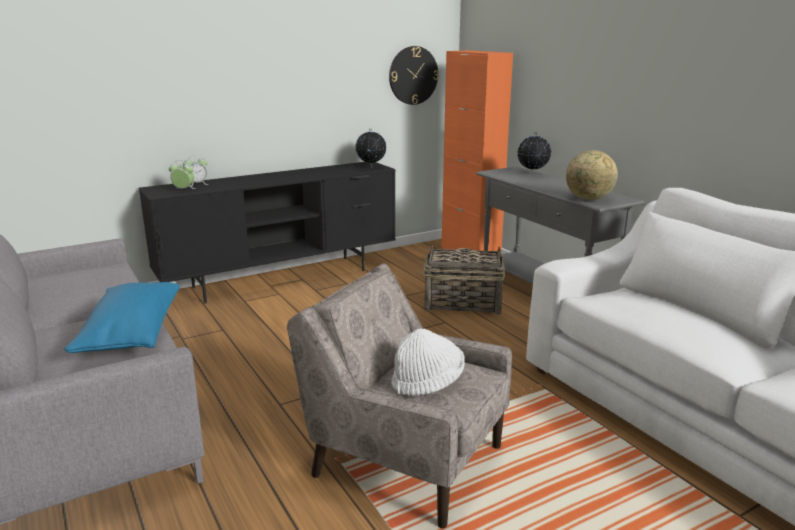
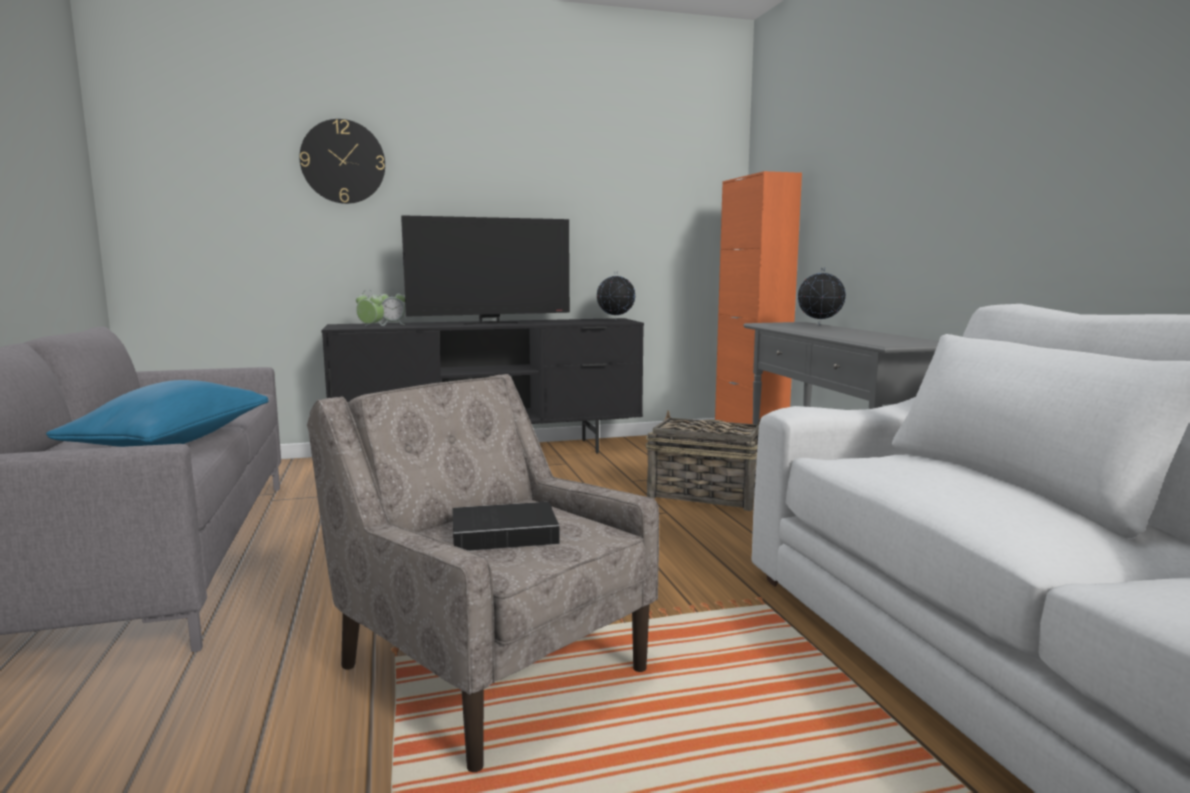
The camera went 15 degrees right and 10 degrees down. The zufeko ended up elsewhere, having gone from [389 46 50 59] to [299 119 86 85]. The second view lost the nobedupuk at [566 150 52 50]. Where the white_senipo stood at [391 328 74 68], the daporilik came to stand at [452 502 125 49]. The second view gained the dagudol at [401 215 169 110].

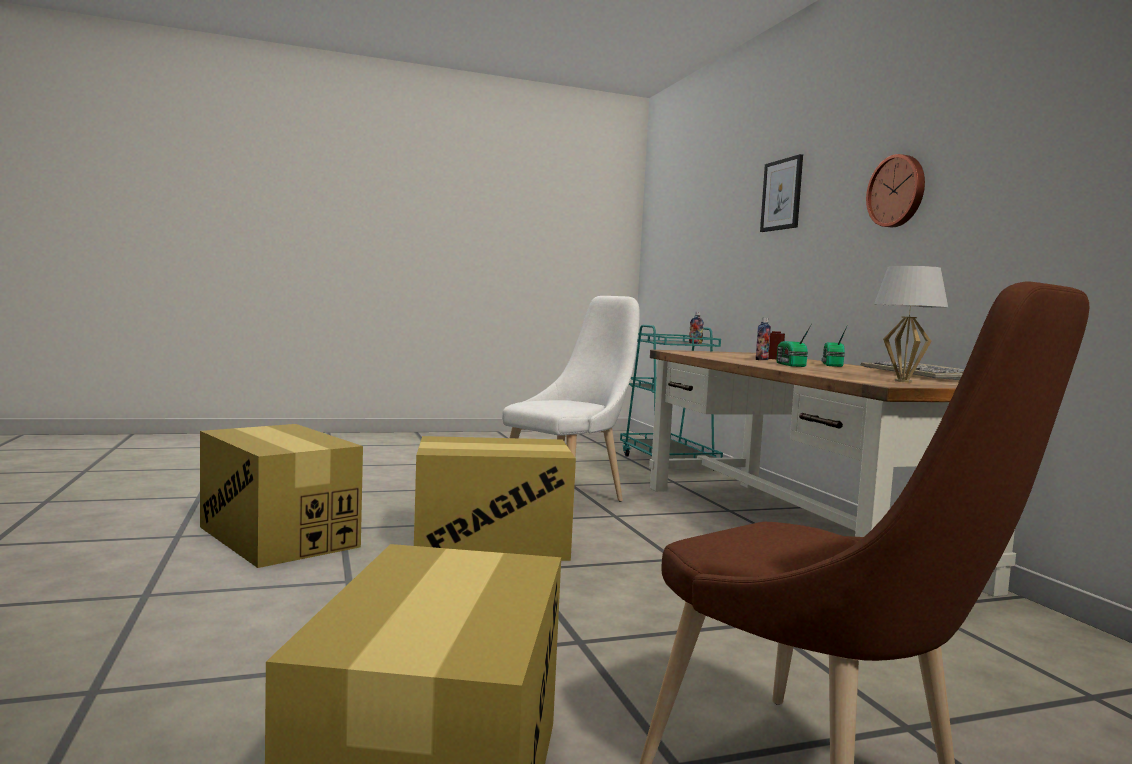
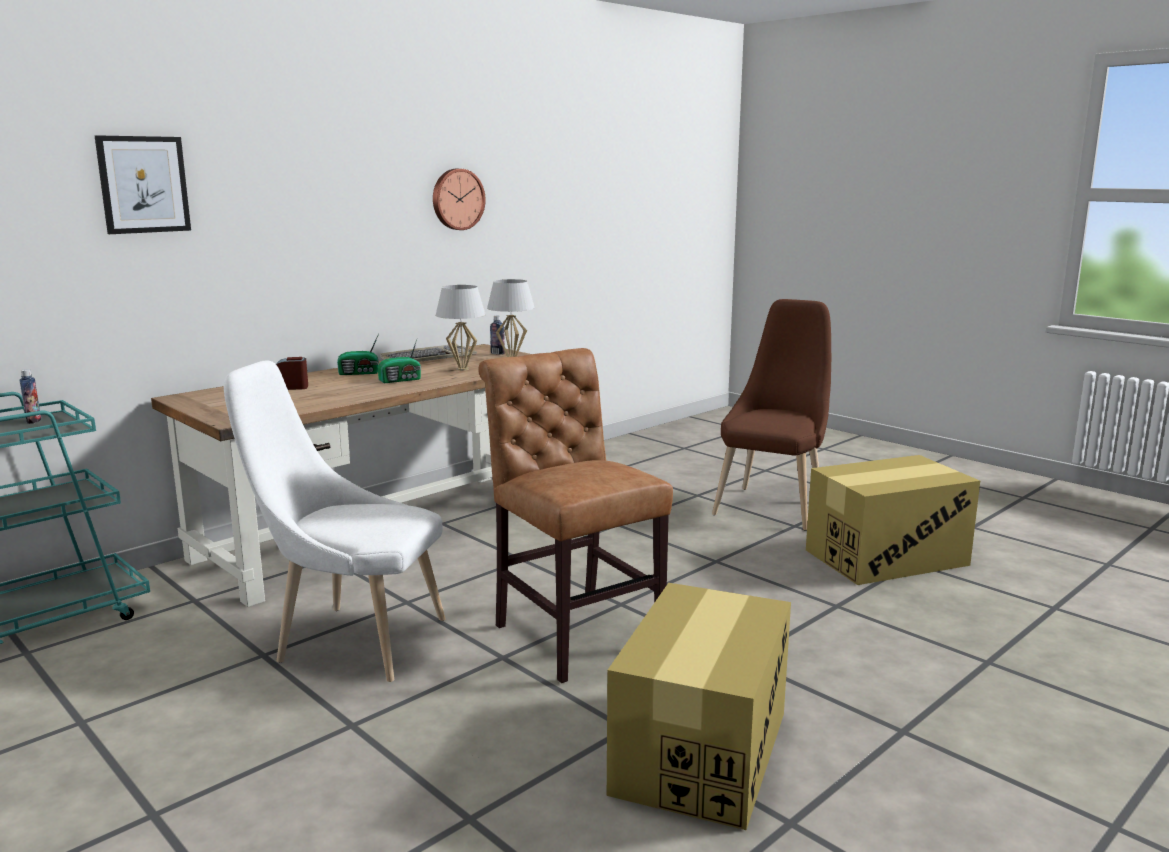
The camera went 115 degrees left and 10 degrees up. The zufeko ended up elsewhere, having gone from [866 154 59 73] to [433 169 53 61]. The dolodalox ended up elsewhere, having gone from [755 318 16 42] to [490 316 15 39]. Where the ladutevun stood at [414 436 162 125], the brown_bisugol came to stand at [478 348 195 335]. The second view gained the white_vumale at [436 285 50 86].

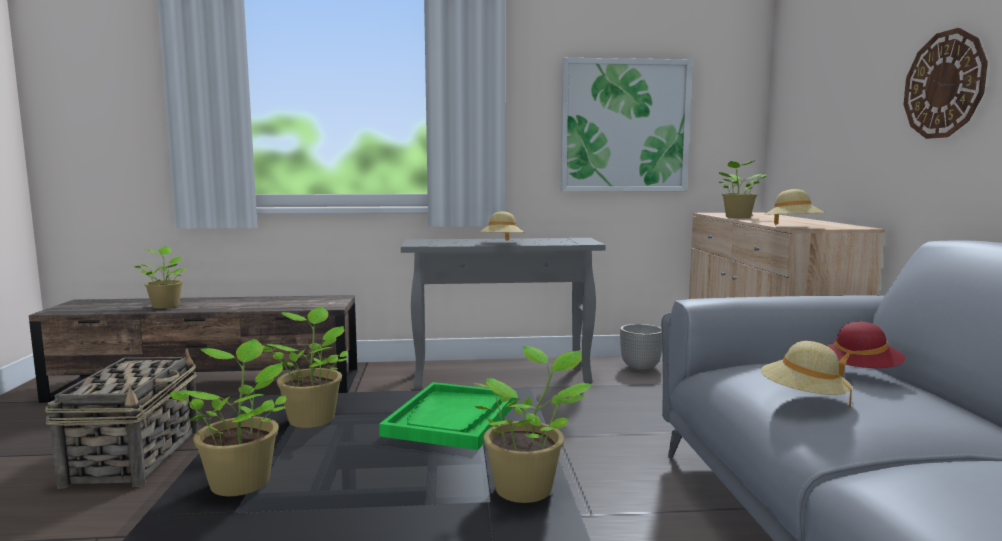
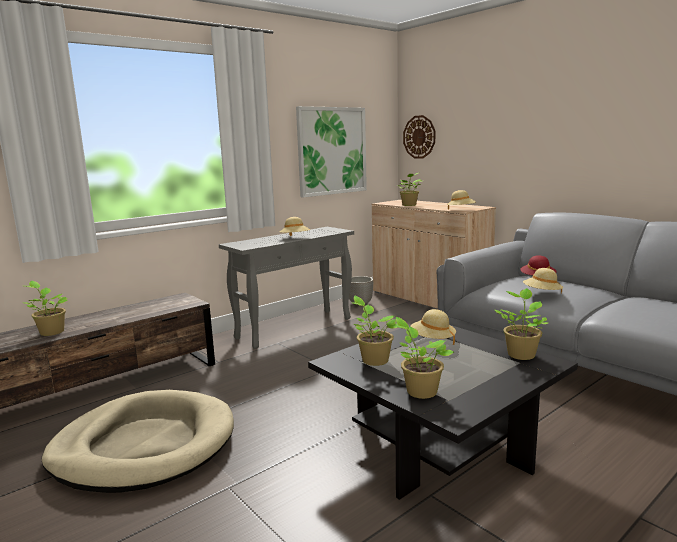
The camera went 35 degrees left and 5 degrees up. The zufeko ended up elsewhere, having gone from [903 28 85 111] to [403 115 32 44]. Where the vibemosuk stood at [45 348 154 141], the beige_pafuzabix came to stand at [41 390 193 103]. Where the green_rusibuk stood at [379 382 138 68], the beige_senipo came to stand at [410 309 46 36].

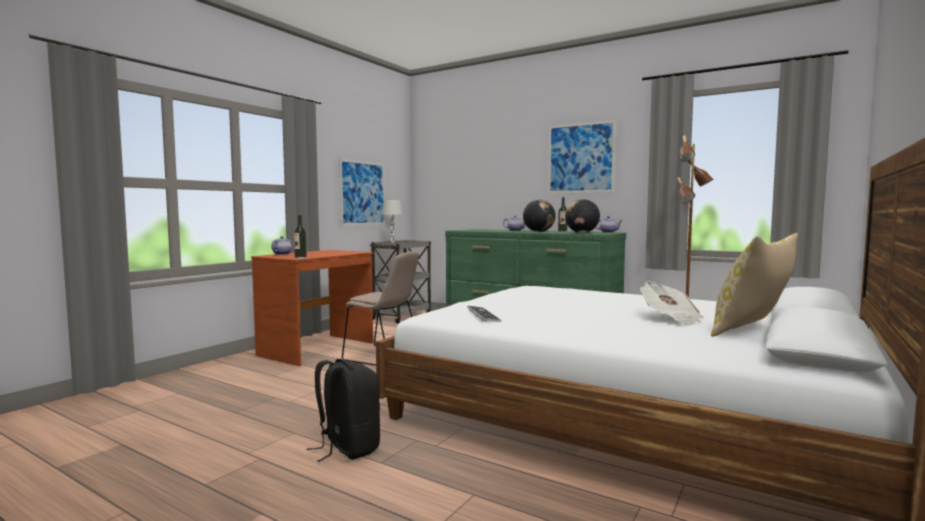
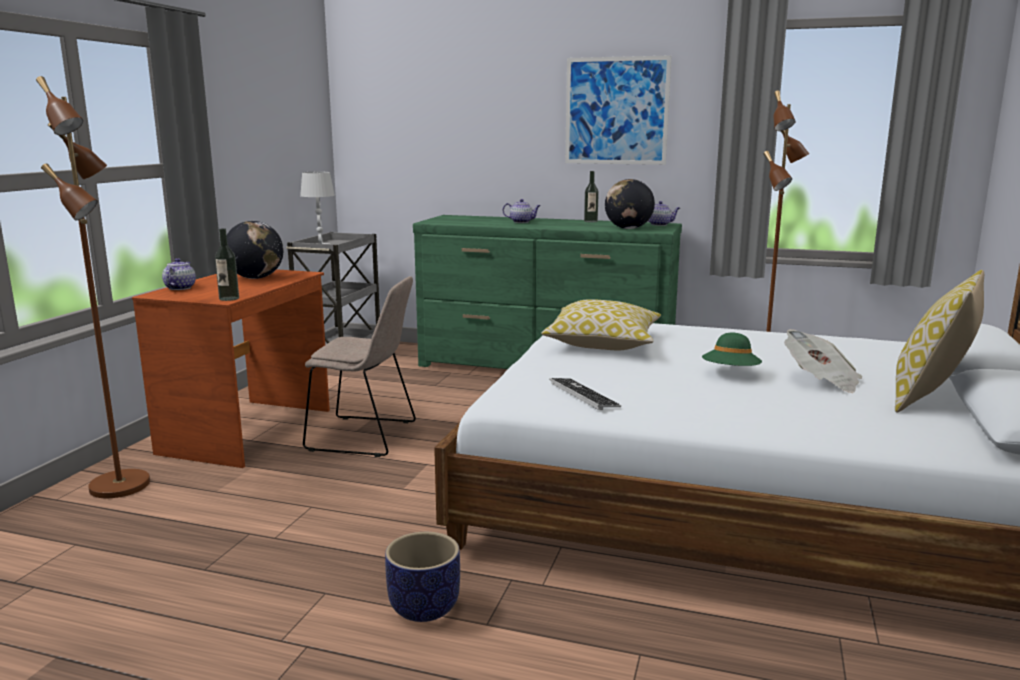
The camera went 15 degrees left and 10 degrees up. The second view lost the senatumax at [339 159 46 67]. The nobedupuk ended up elsewhere, having gone from [523 200 33 32] to [227 221 57 58]. Where the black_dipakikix stood at [307 359 73 103], the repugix came to stand at [385 532 75 90]. The second view gained the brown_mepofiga at [36 76 114 422]. The second view gained the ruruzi at [541 299 120 51]. The second view gained the green_senipo at [702 333 60 33].

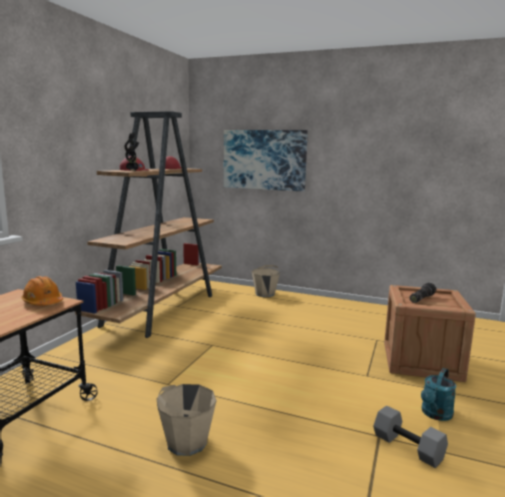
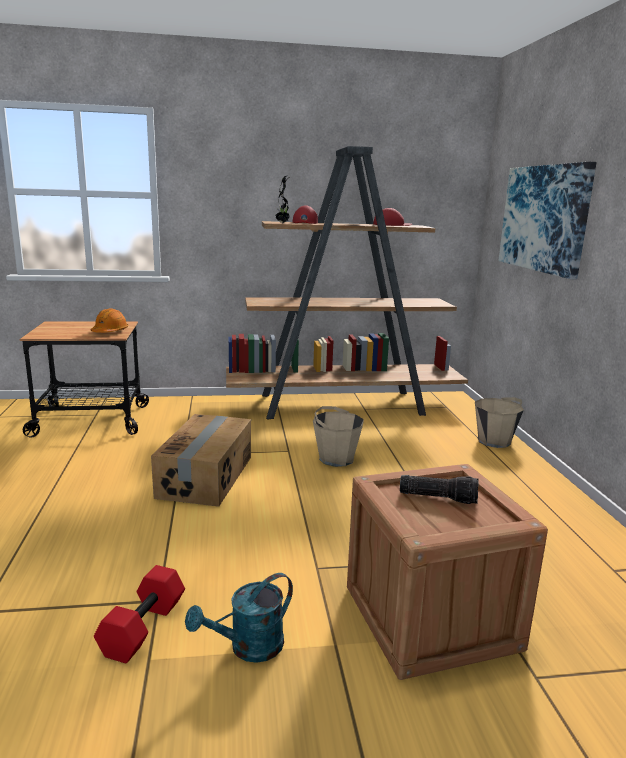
The camera went 60 degrees right and 5 degrees up. The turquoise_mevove at [421 368 35 53] ended up facing another way, 45 degrees counterclockwise from before. The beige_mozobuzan ended up elsewhere, having gone from [156 384 61 72] to [313 406 51 61]. What was the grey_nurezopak at [373 406 75 62] turned into the red_nurezopak at [94 565 91 98]. The second view gained the ladutevun at [151 414 100 93].

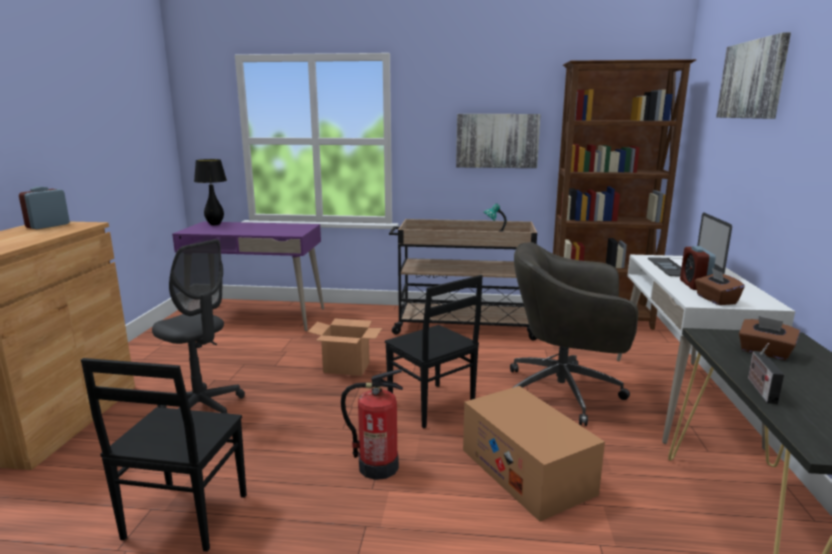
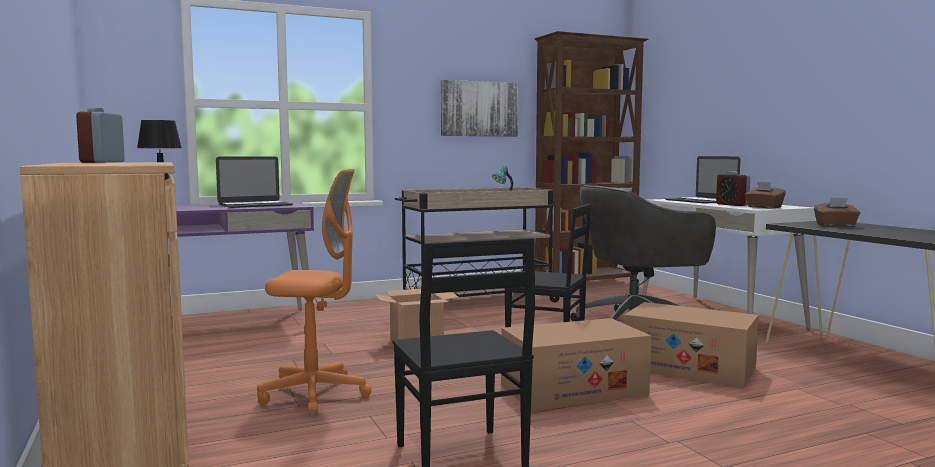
The camera went 30 degrees left and 10 degrees down. The second view lost the senatumax at [716 32 75 87]. What was the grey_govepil at [152 239 93 175] turned into the orange_govepil at [257 169 114 246]. The second view lost the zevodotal at [748 343 36 61]. Where the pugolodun stood at [341 369 62 111], the ladutevun came to stand at [501 318 150 93]. The second view gained the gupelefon at [216 156 77 52].

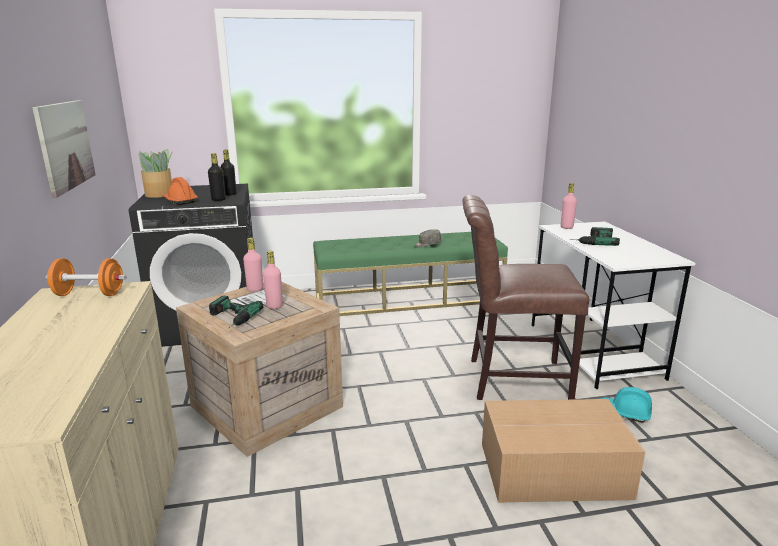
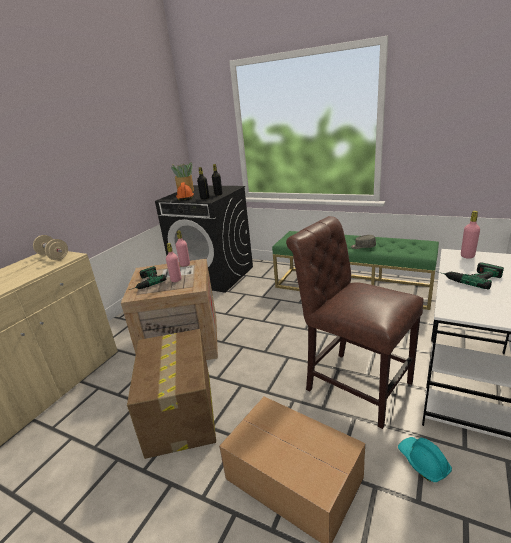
The camera went 40 degrees right and 5 degrees up. The second view lost the senatumax at [32 100 64 98]. What was the orange_nurezopak at [46 259 80 37] turned into the beige_nurezopak at [33 235 35 25]. The second view gained the ladutevun at [127 329 89 130].

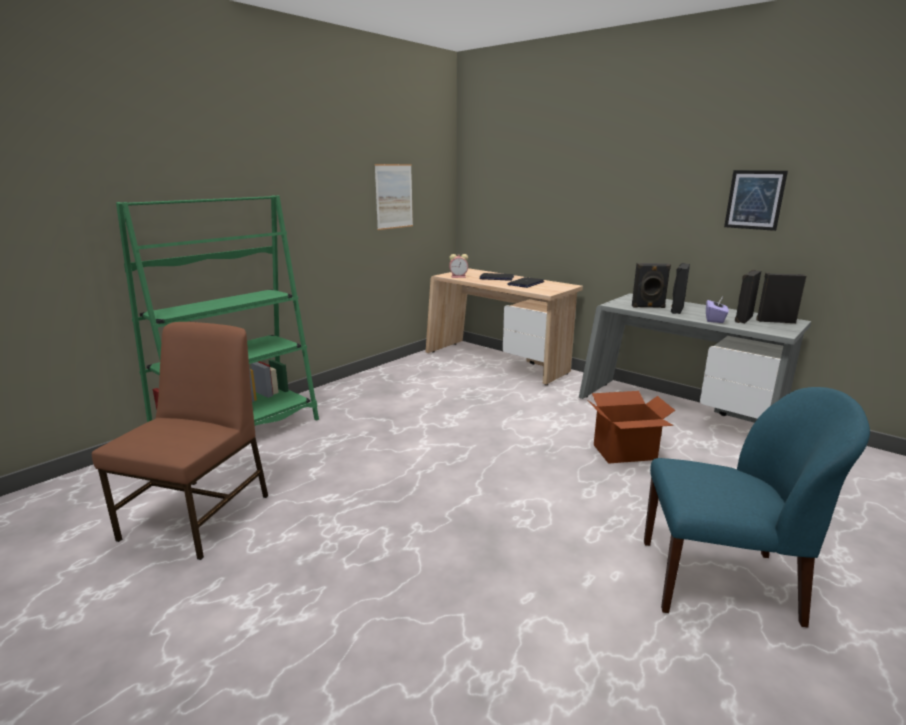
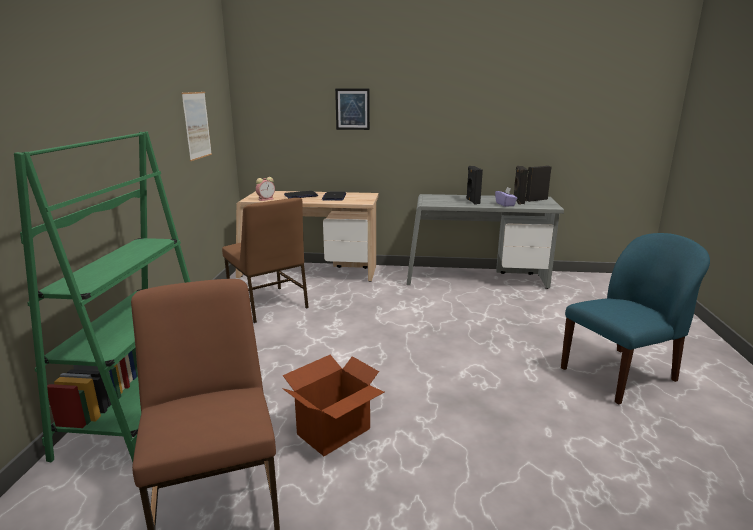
The camera went 35 degrees left and 0 degrees up. The senatumax ended up elsewhere, having gone from [724 170 64 61] to [335 89 35 41]. The second view lost the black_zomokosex at [632 263 39 45]. The ladutevun ended up elsewhere, having gone from [588 391 87 73] to [282 355 102 101]. The second view gained the brown_bisugol at [222 198 87 125].

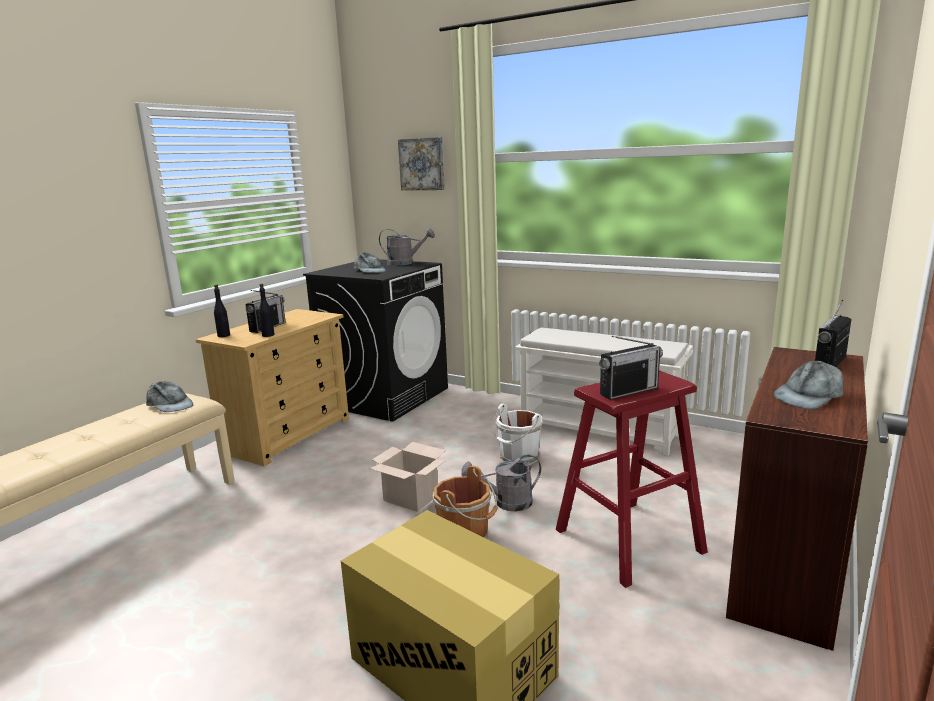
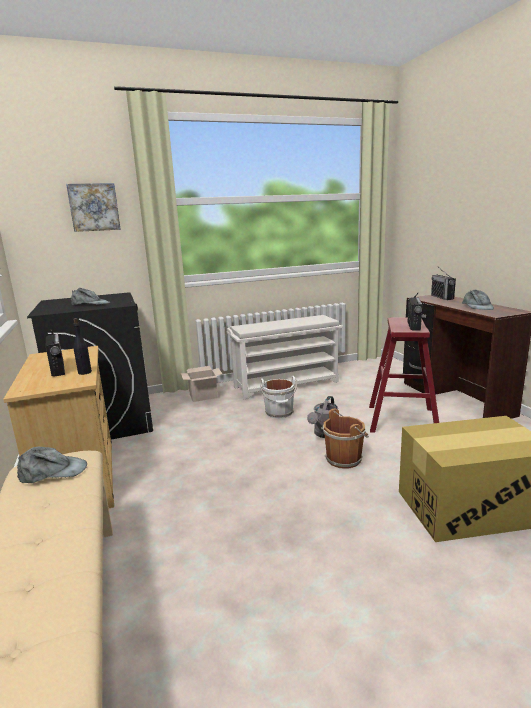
The camera went 50 degrees left and 0 degrees up. The second view lost the grey_mevove at [379 228 56 38]. The second view lost the black_dolodalox at [214 285 16 52]. The ladutevun ended up elsewhere, having gone from [369 442 77 70] to [181 366 41 36].

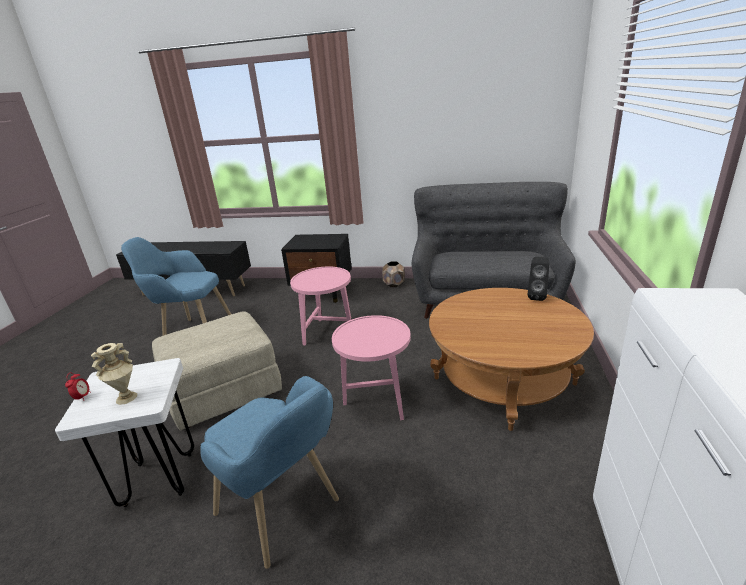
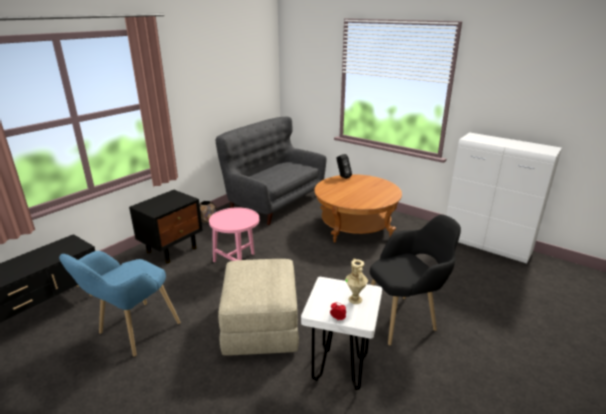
The camera went 65 degrees left and 0 degrees up. The second view lost the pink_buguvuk at [332 315 79 105]. What was the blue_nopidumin at [200 376 139 193] turned into the black_nopidumin at [370 214 91 131].

